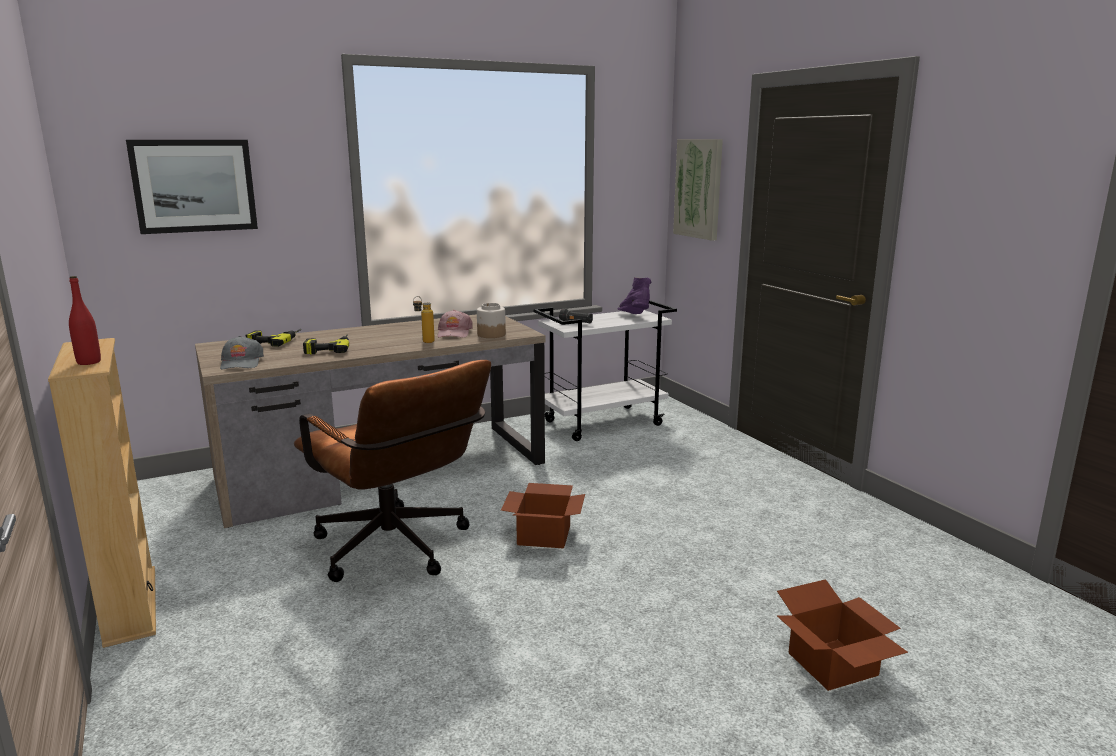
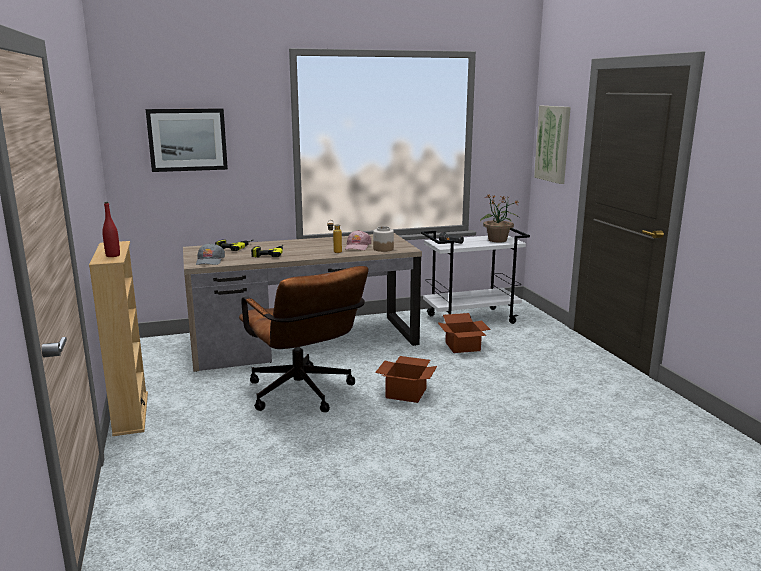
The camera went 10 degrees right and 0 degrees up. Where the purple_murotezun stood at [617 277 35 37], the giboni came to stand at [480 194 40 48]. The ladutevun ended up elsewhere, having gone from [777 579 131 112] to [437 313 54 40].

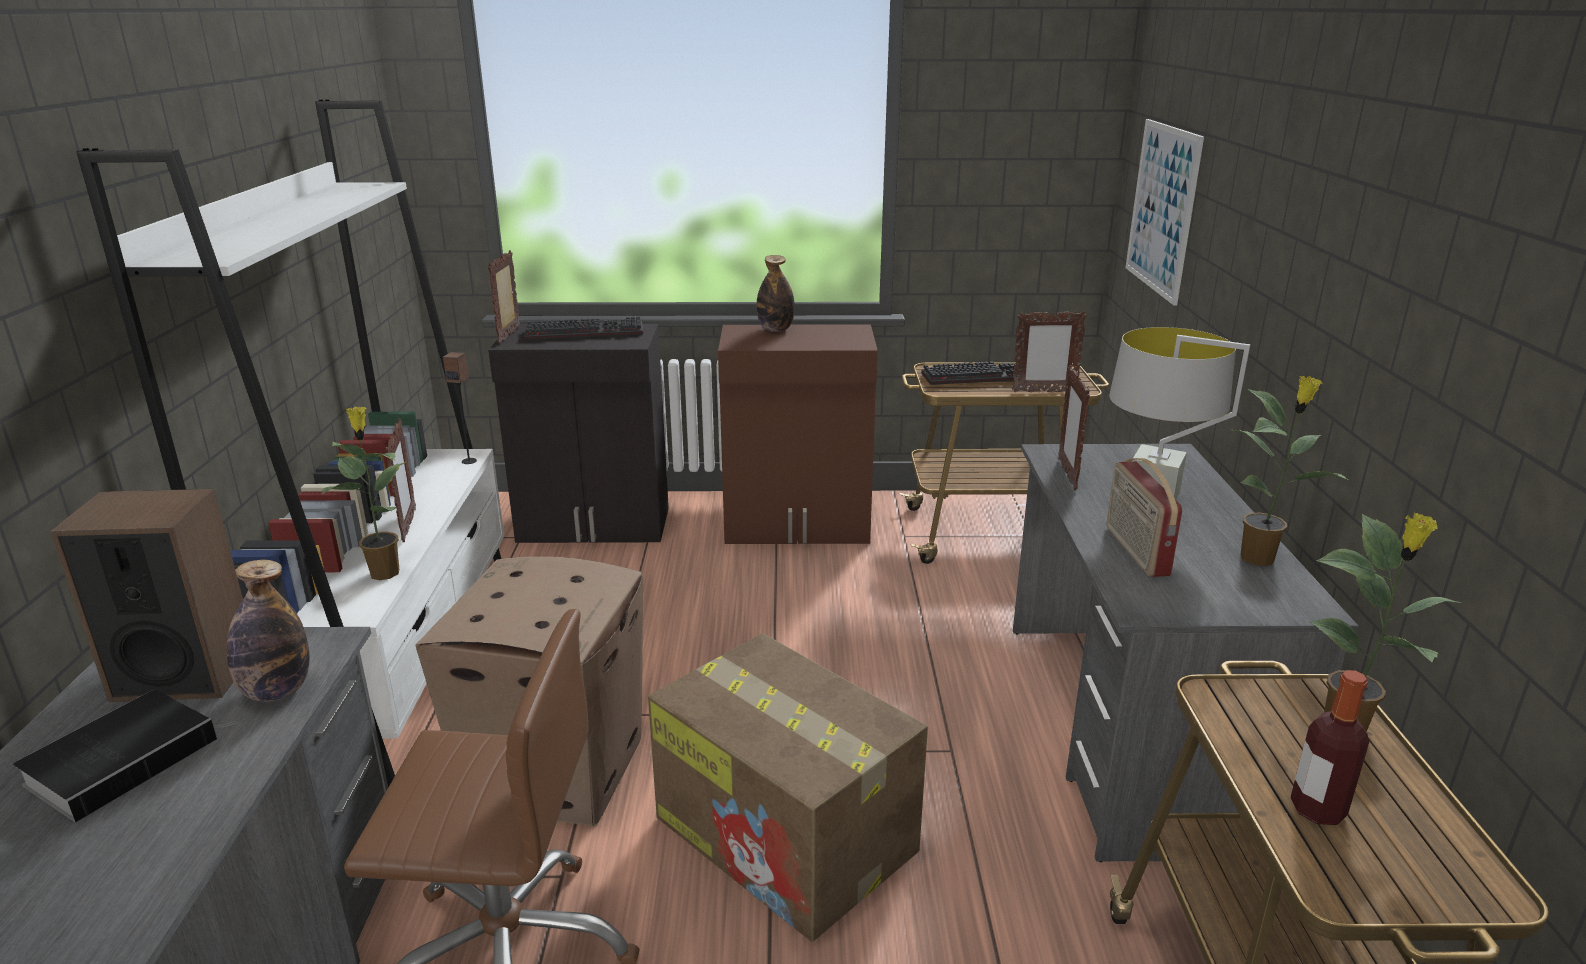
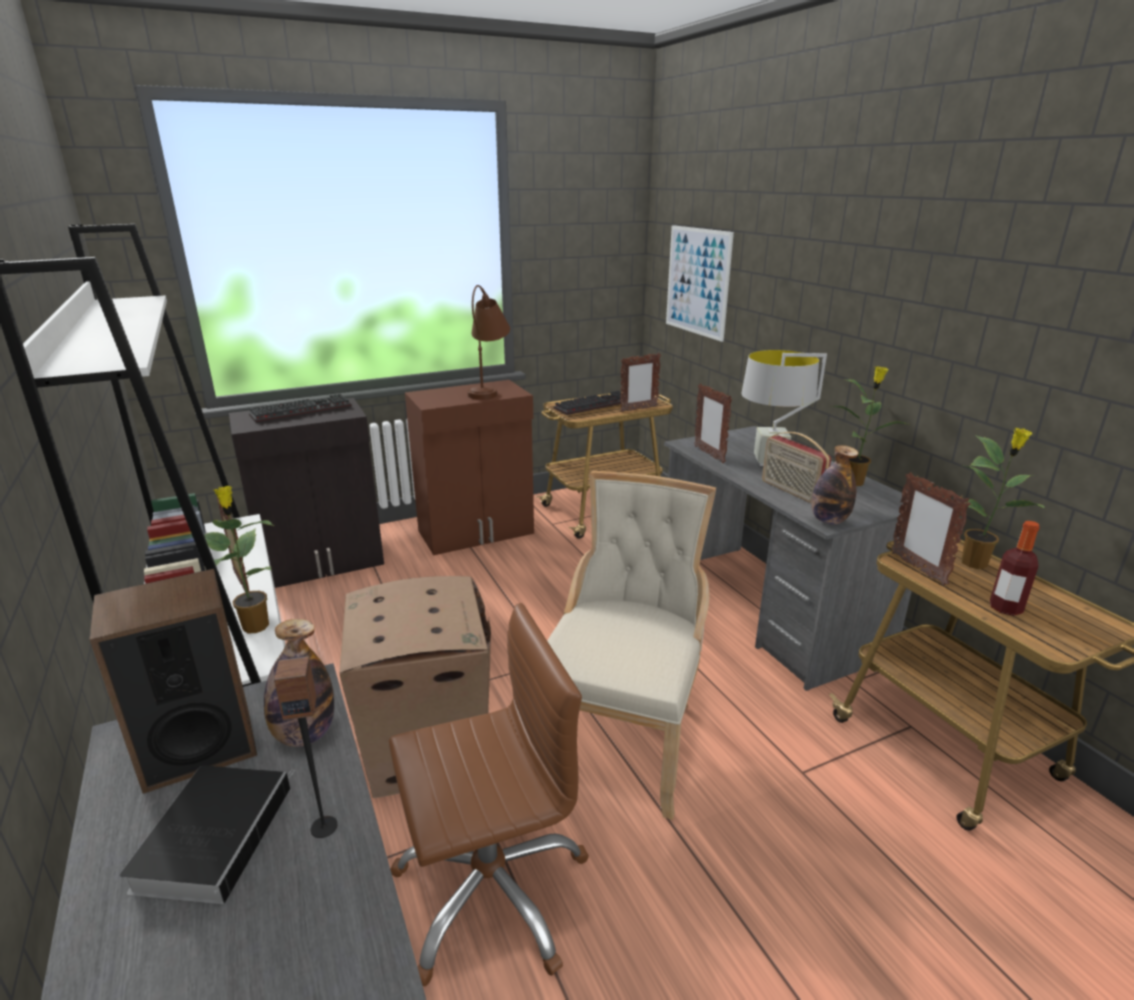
The camera went 25 degrees left and 0 degrees up. The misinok ended up elsewhere, having gone from [488 250 32 94] to [891 472 80 114]. The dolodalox ended up elsewhere, having gone from [757 255 38 77] to [811 445 47 80]. The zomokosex ended up elsewhere, having gone from [443 352 34 112] to [274 657 63 181]. Where the ladutevun stood at [648 633 280 309], the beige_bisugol came to stand at [547 471 169 349]. The second view gained the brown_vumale at [467 285 43 115].

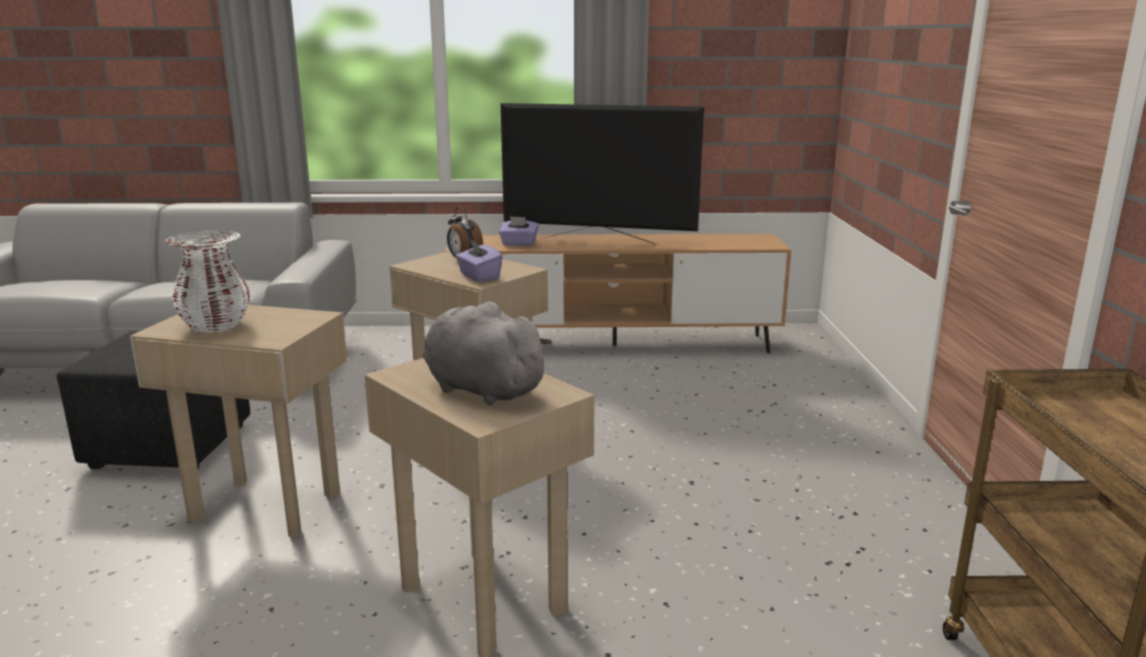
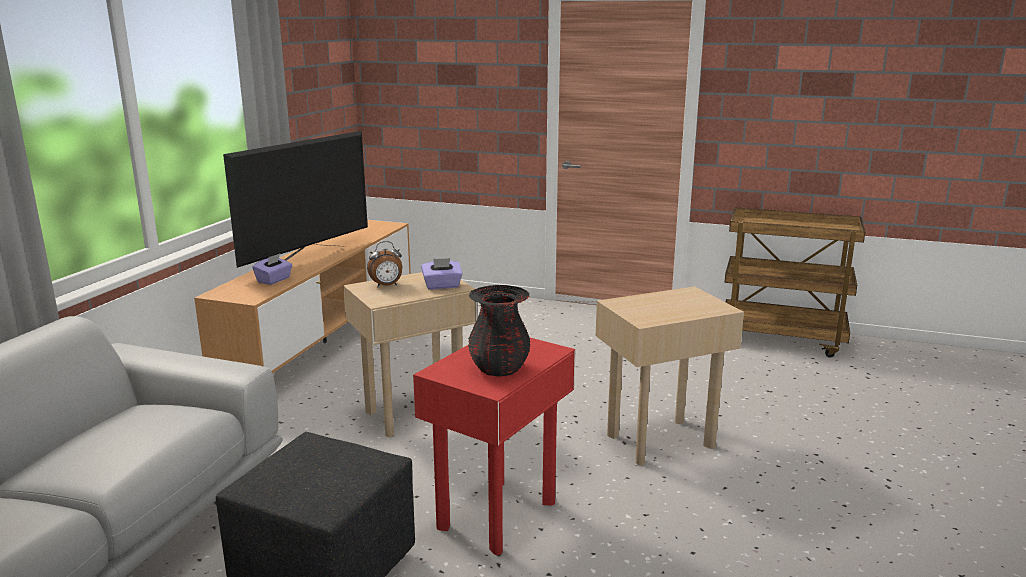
The camera went 70 degrees left and 0 degrees up. What was the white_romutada at [165 230 85 103] turned into the black_romutada at [468 285 62 92]. The second view lost the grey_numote at [423 302 130 103]. What was the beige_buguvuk at [130 305 217 233] turned into the red_buguvuk at [413 337 162 218].

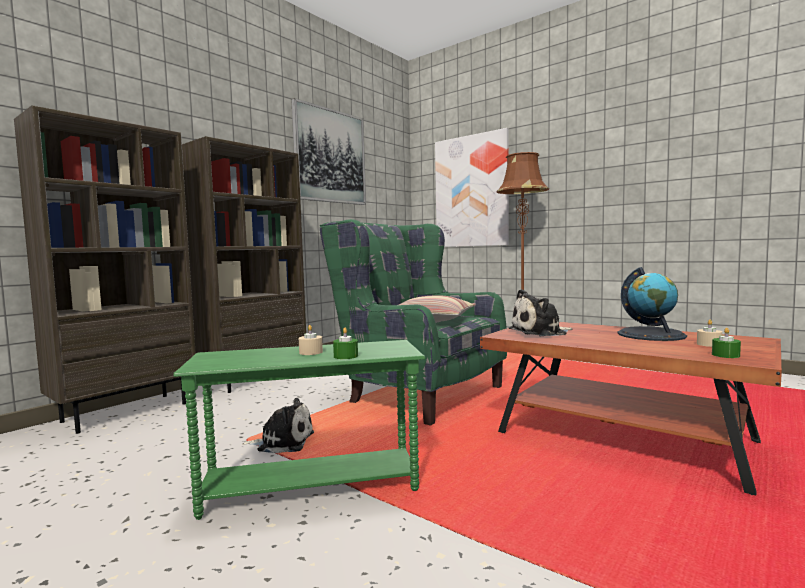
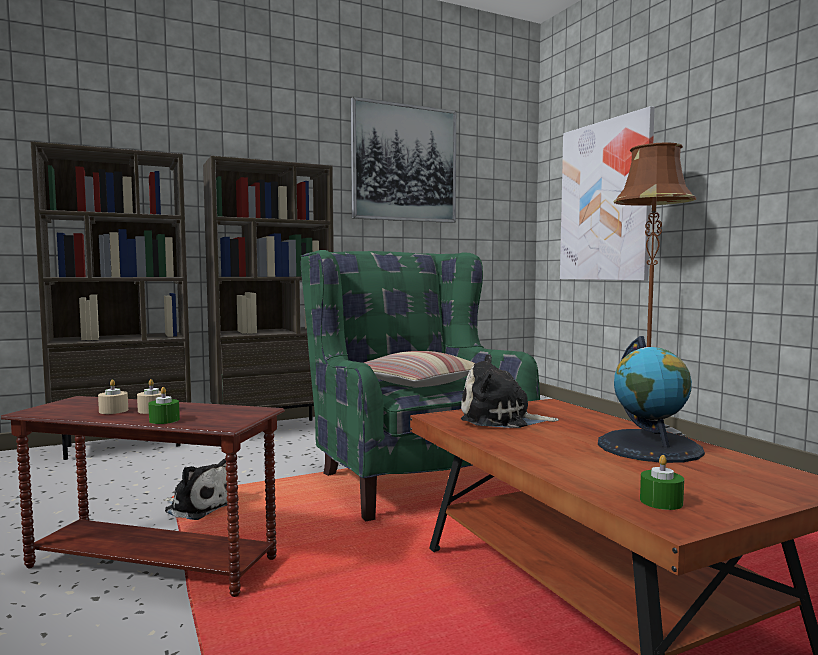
The camera went 25 degrees right and 0 degrees up. The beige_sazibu ended up elsewhere, having gone from [697 320 25 27] to [98 379 30 35]. What was the green_buguvuk at [174 340 251 180] turned into the brown_buguvuk at [1 396 284 201].

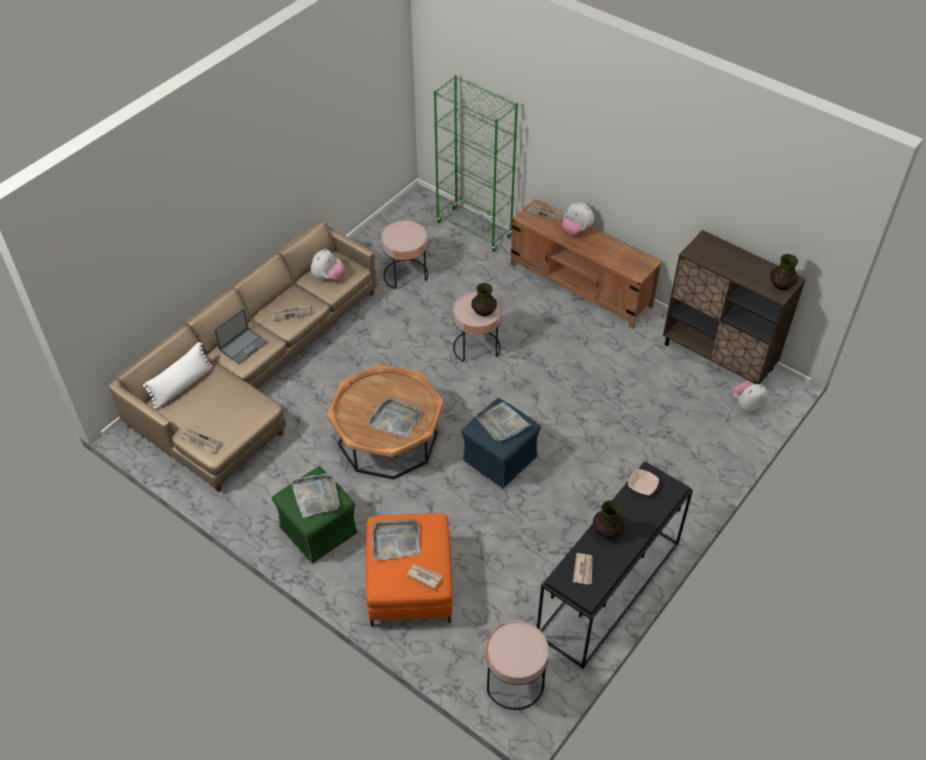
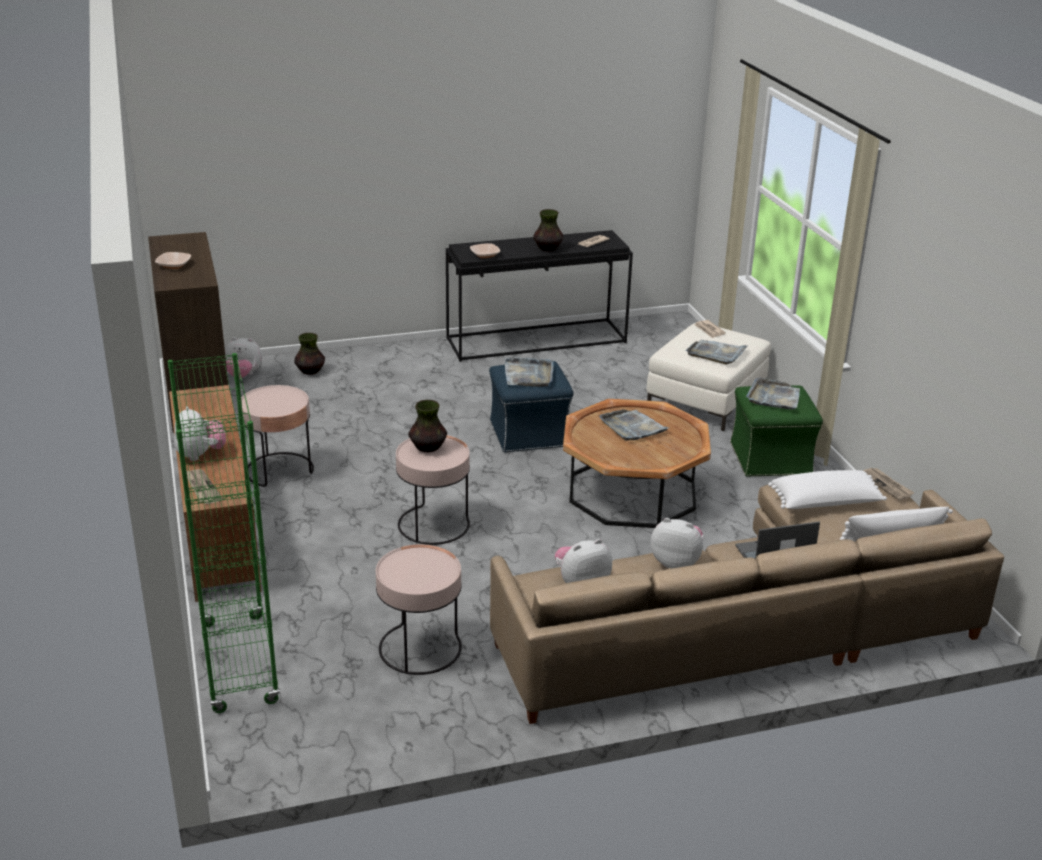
The camera went 145 degrees left and 20 degrees down. The romutada ended up elsewhere, having gone from [770 254 29 36] to [294 333 31 42]. Where the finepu stood at [271 304 39 17], the numote came to stand at [651 518 53 51]. What was the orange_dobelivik at [366 513 86 114] turned into the white_dobelivik at [647 323 124 108]. The pink_buguvuk ended up elsewhere, having gone from [486 621 63 89] to [241 385 73 102]. The second view gained the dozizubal at [155 252 36 17]. The second view gained the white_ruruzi at [768 470 119 39].

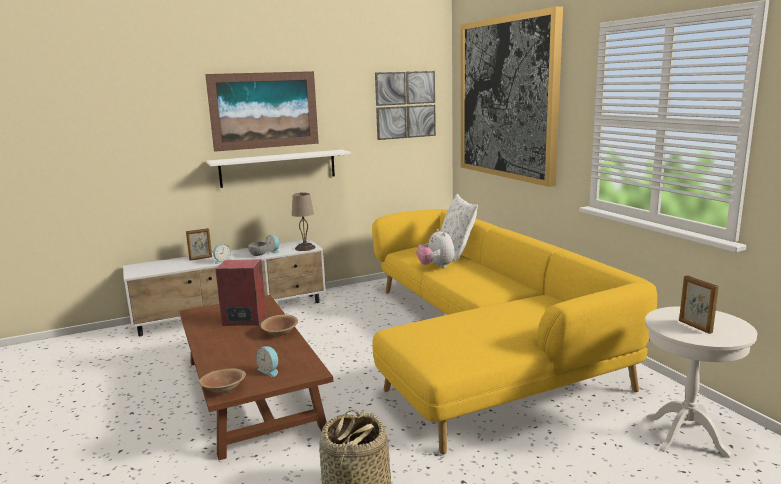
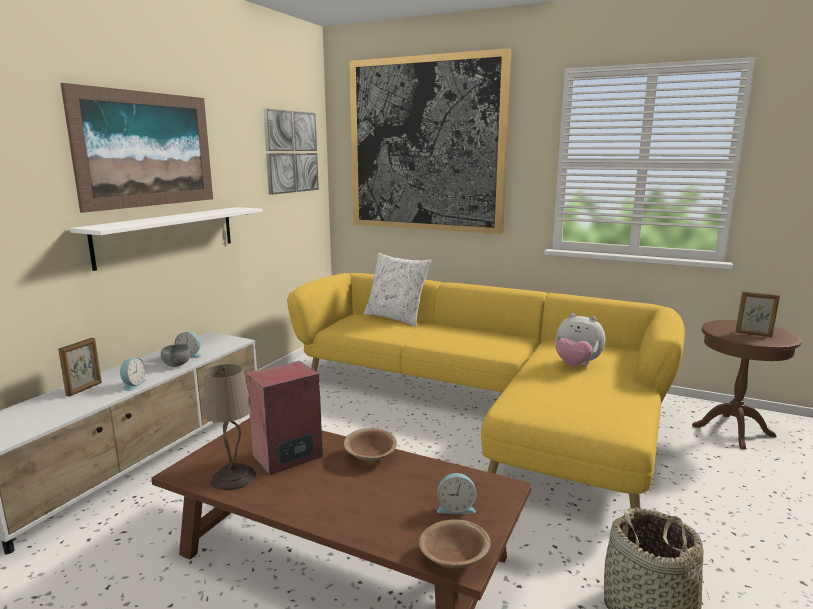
The camera went 40 degrees left and 0 degrees up. The beige_vumale ended up elsewhere, having gone from [292 192 24 59] to [203 364 53 126]. The numote ended up elsewhere, having gone from [417 229 38 39] to [555 313 51 53]. What was the white_buguvuk at [645 306 112 152] turned into the brown_buguvuk at [692 320 110 129].

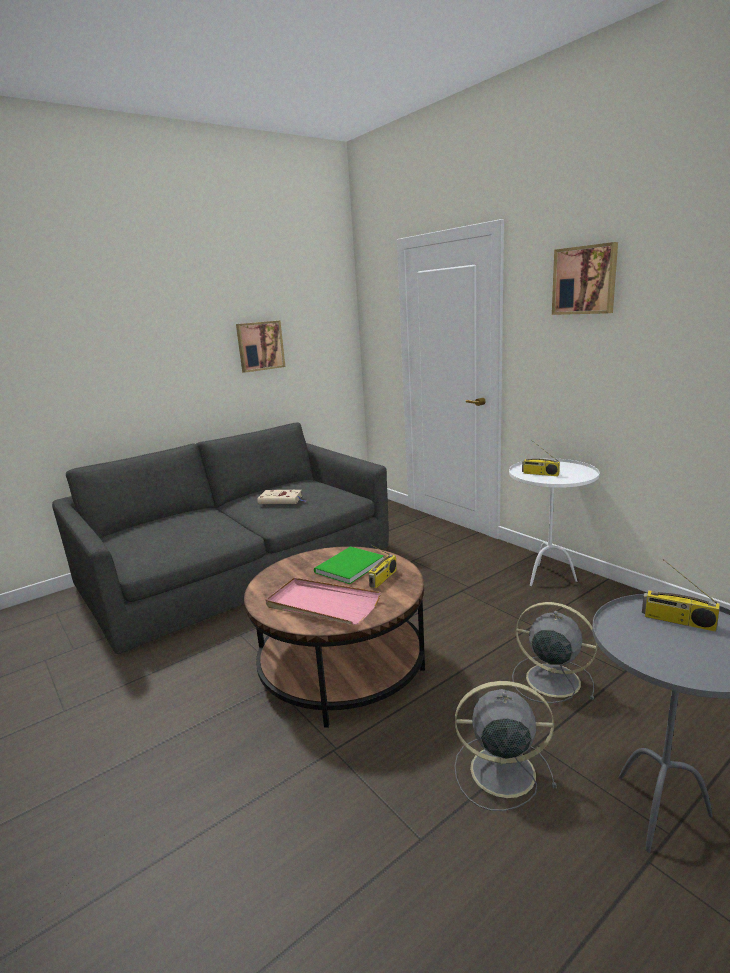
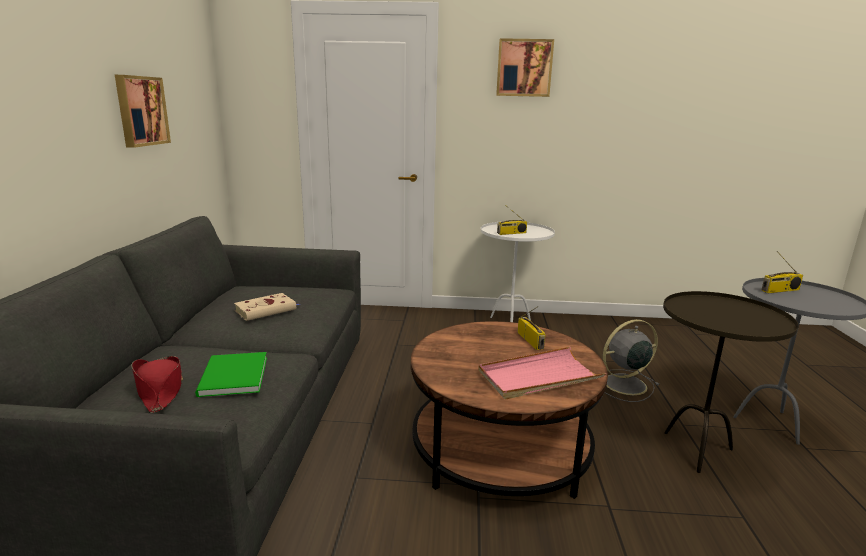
The camera went 50 degrees left and 0 degrees up. The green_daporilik ended up elsewhere, having gone from [314 546 70 38] to [195 352 72 45]. Where the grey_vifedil stood at [454 681 103 130], the brown_buguvuk came to stand at [663 291 136 182]. The second view gained the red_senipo at [131 356 52 57].

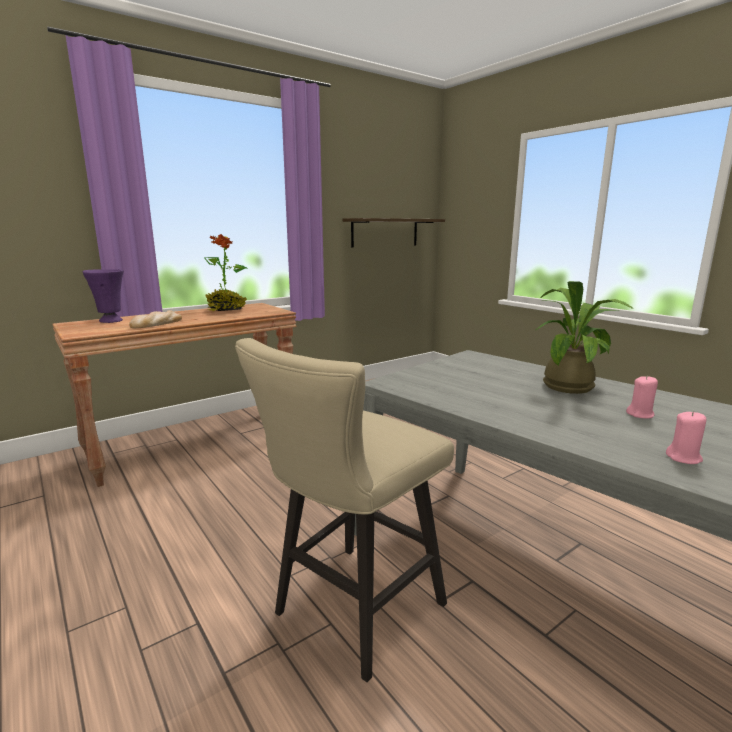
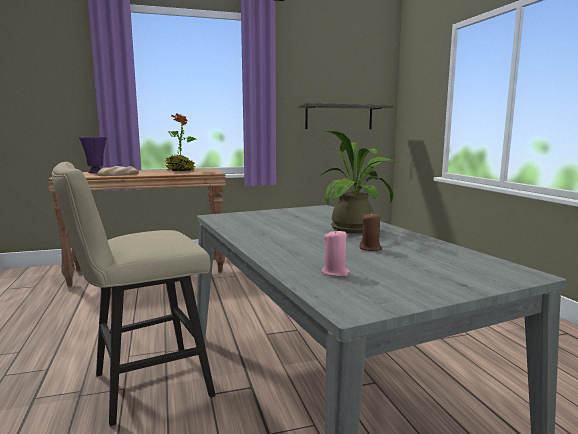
The camera went 20 degrees right and 5 degrees down. What was the pink_sazibu at [626 375 32 44] turned into the brown_sazibu at [360 212 22 39].

